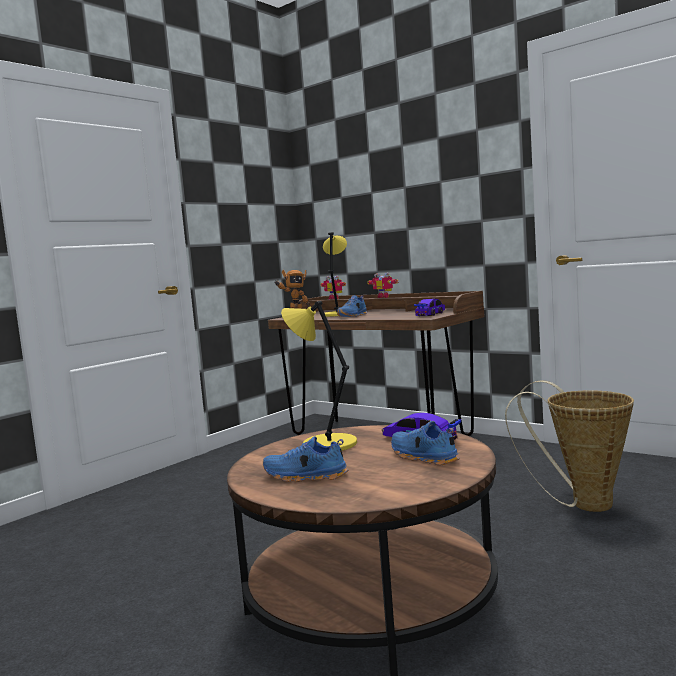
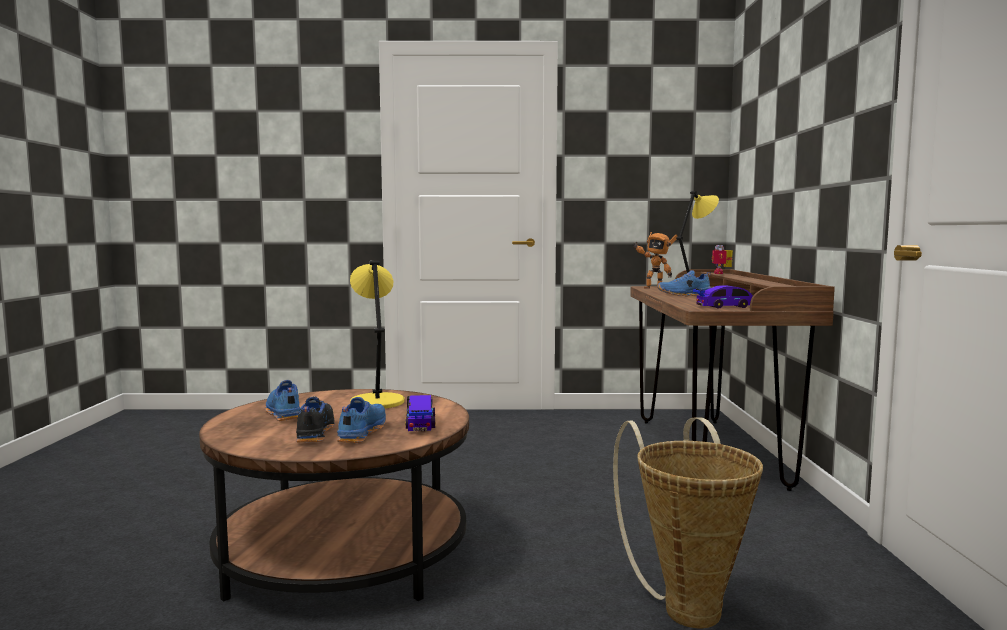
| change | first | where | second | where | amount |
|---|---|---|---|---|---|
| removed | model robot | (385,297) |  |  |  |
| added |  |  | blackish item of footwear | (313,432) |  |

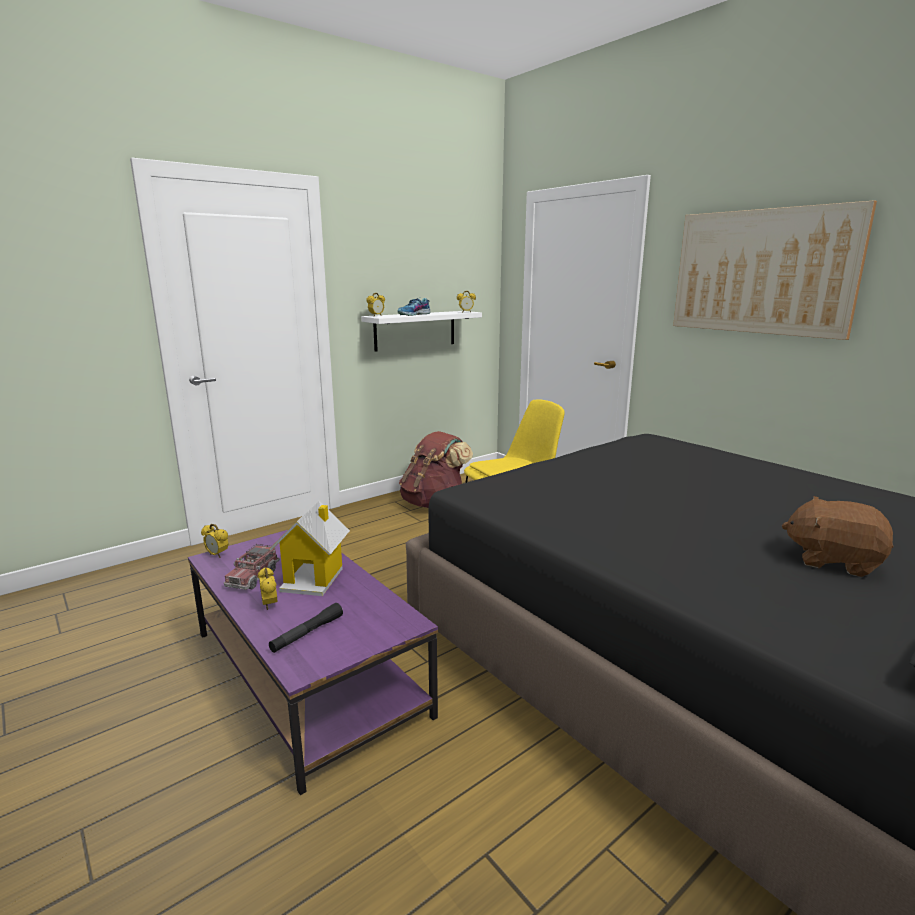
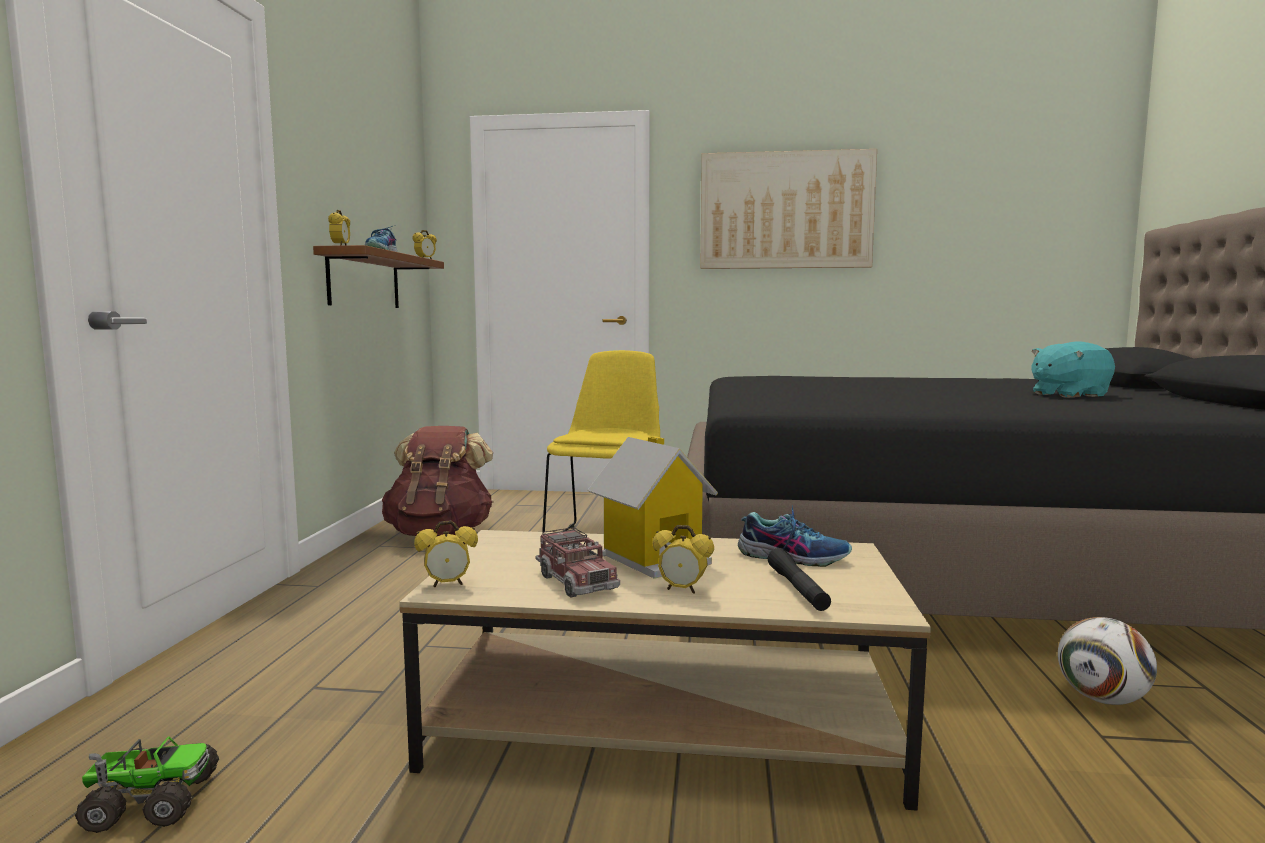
| change | first | where | second | where | amount |
|---|---|---|---|---|---|
| added |  |  | toy lorry | (151,802) |  |
| added |  |  | item of footwear | (793,557) |  |
| added |  |  | ball for football | (1102,699) |  |
| recoloured | purple-coloured coffee table | (308,672) | beige coffee table | (663,721) |  |
| recoloured | whitish wall shelf | (415,330) | brownish wall shelf | (364,281) |  |
| recoloured | brownish plush toy | (833,560) | turquoise-coloured plush toy | (1068,395) |  |

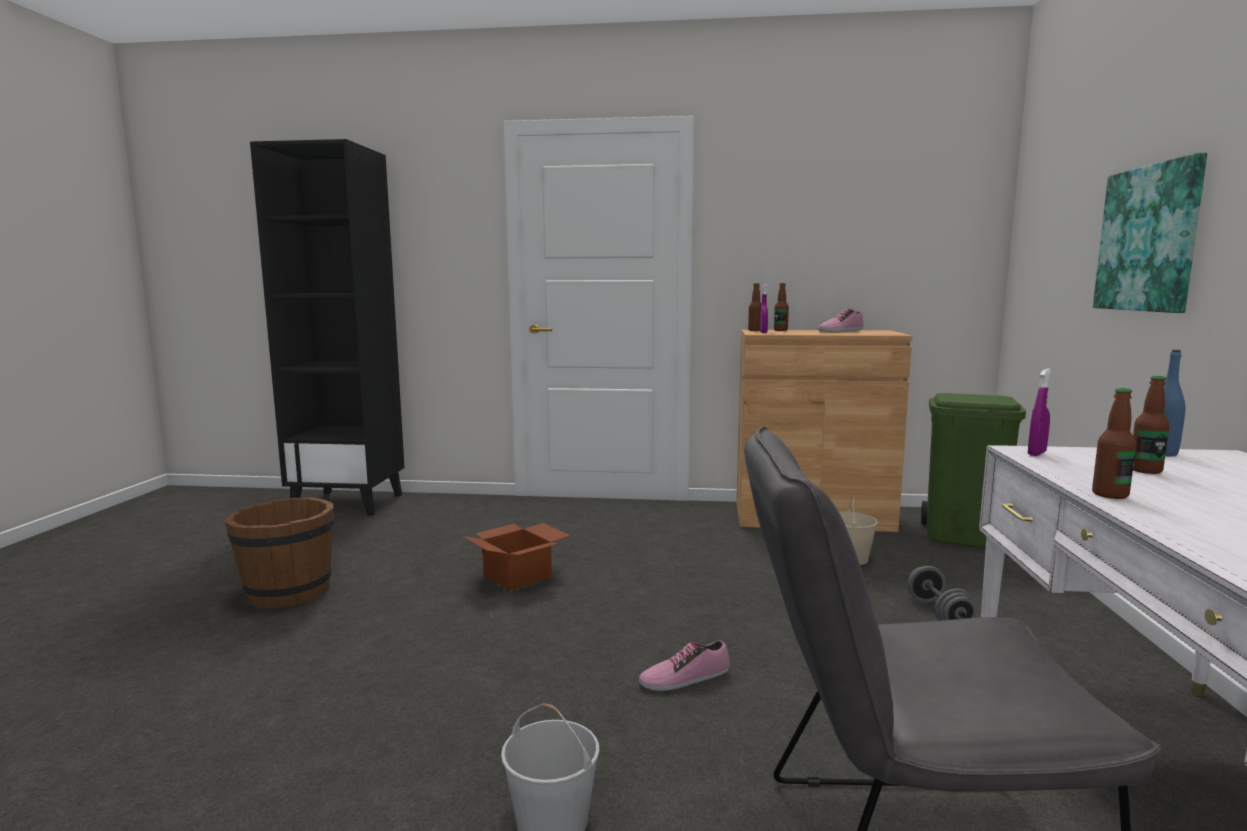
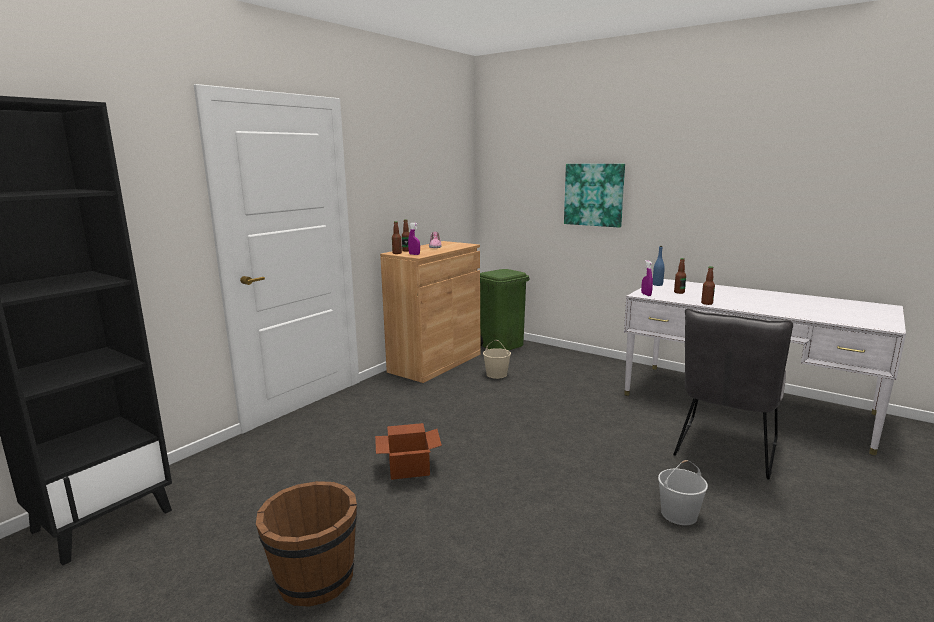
| change | first | where | second | where | amount |
|---|---|---|---|---|---|
| removed | item of footwear | (684,677) |  |  |  |
| removed | greyish dumbbell | (938,614) |  |  |  |

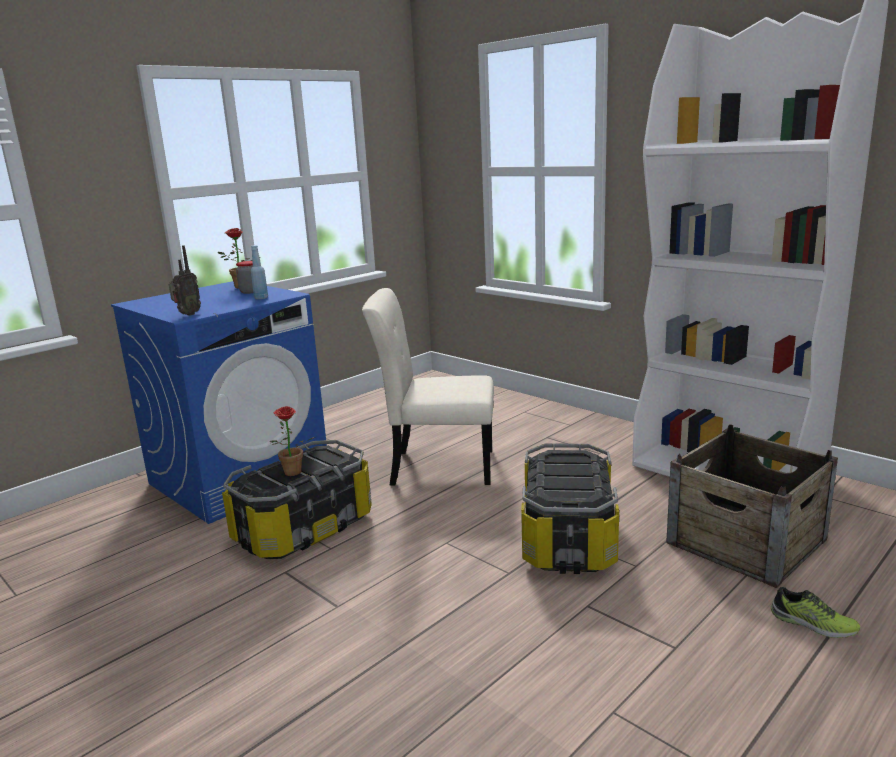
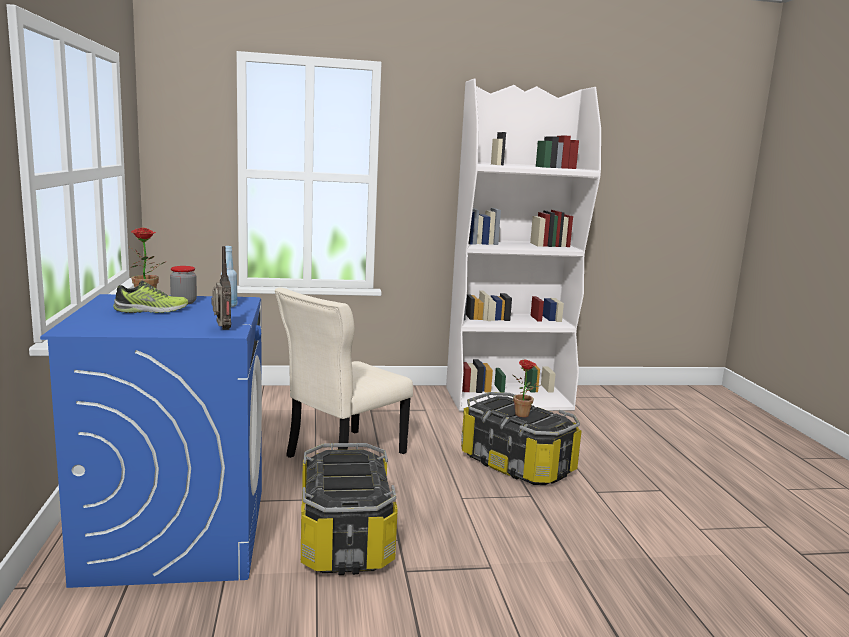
| change | first | where | second | where | amount |
|---|---|---|---|---|---|
| removed | packing crate | (746,541) |  |  |  |
| moved | potted plant | (292,474) |  | (524,415) |  |
| moved | item of footwear | (813,624) |  | (151,310) |  |

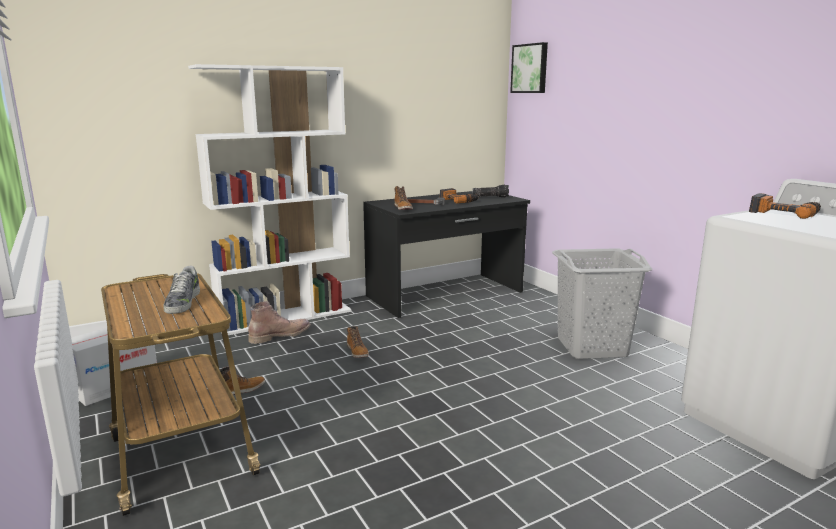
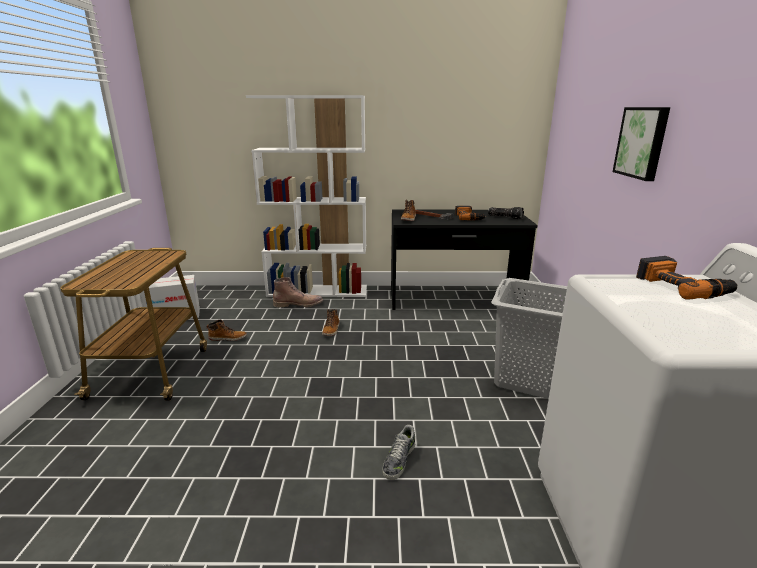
| change | first | where | second | where | amount |
|---|---|---|---|---|---|
| moved | item of footwear | (182,302) |  | (399,459) |  |
| moved | wall art | (530,68) |  | (642,142) |  |

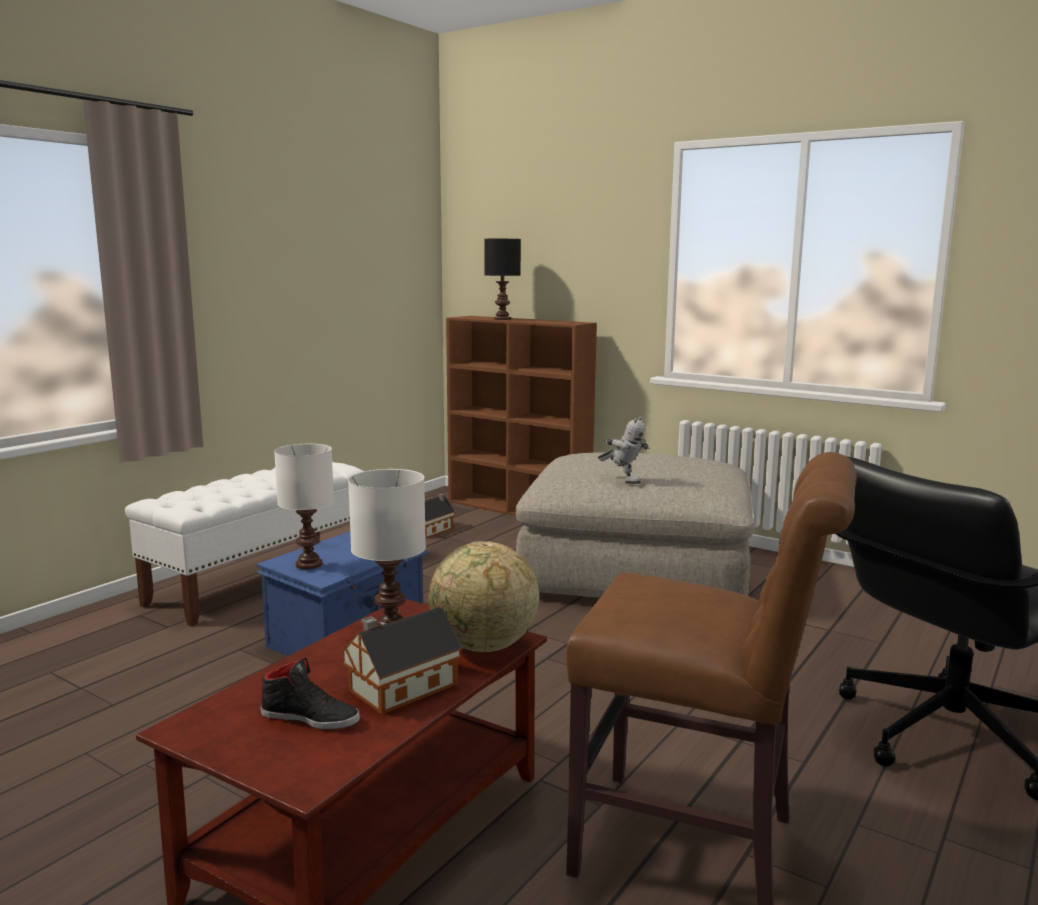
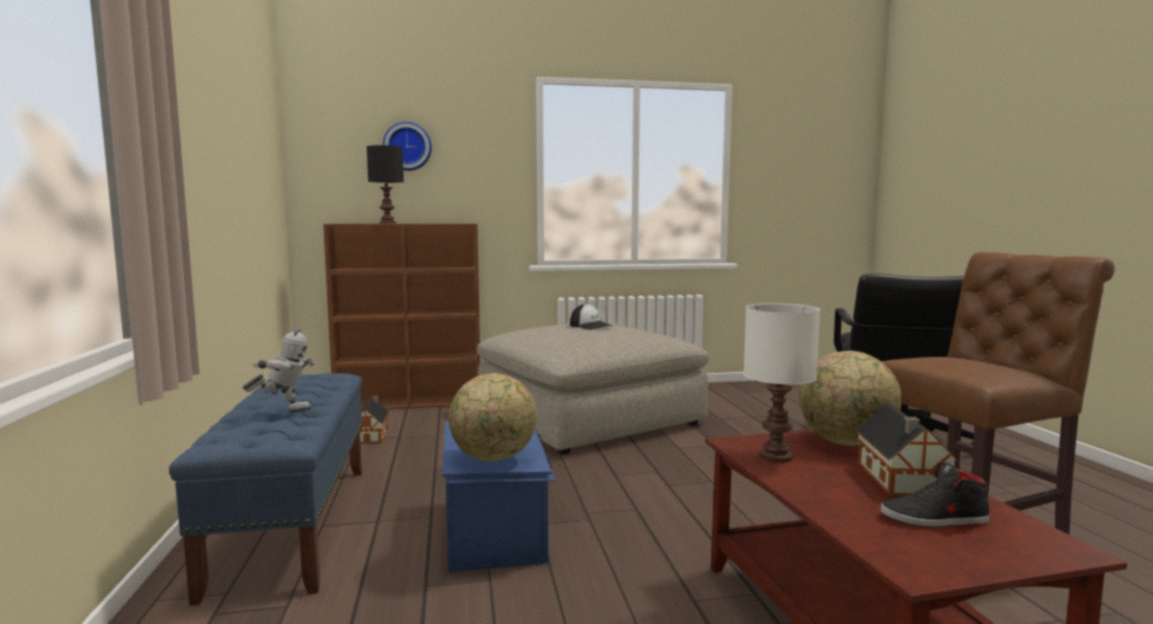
| change | first | where | second | where | amount |
|---|---|---|---|---|---|
| added |  |  | clock on the wall | (407,146) |  |
| added |  |  | cap | (591,326) |  |
| moved | model robot | (623,481) |  | (284,411) |  |
| replaced | whitish tabletop lamp | (309,565) | desk globe | (494,459) |  |
| recoloured | whitish indoor bench | (261,580) | blue indoor bench | (293,525) |  |
| turned | blackish item of footwear | (310,717) |  | (934,519) | 150 degrees counterclockwise |

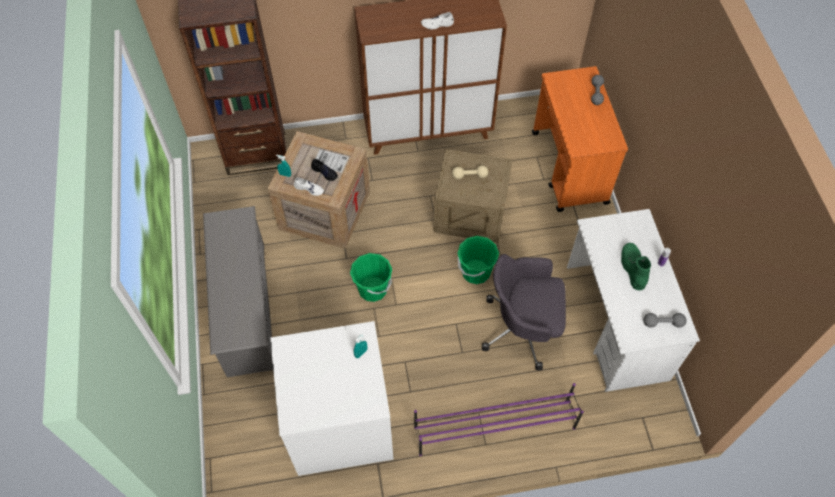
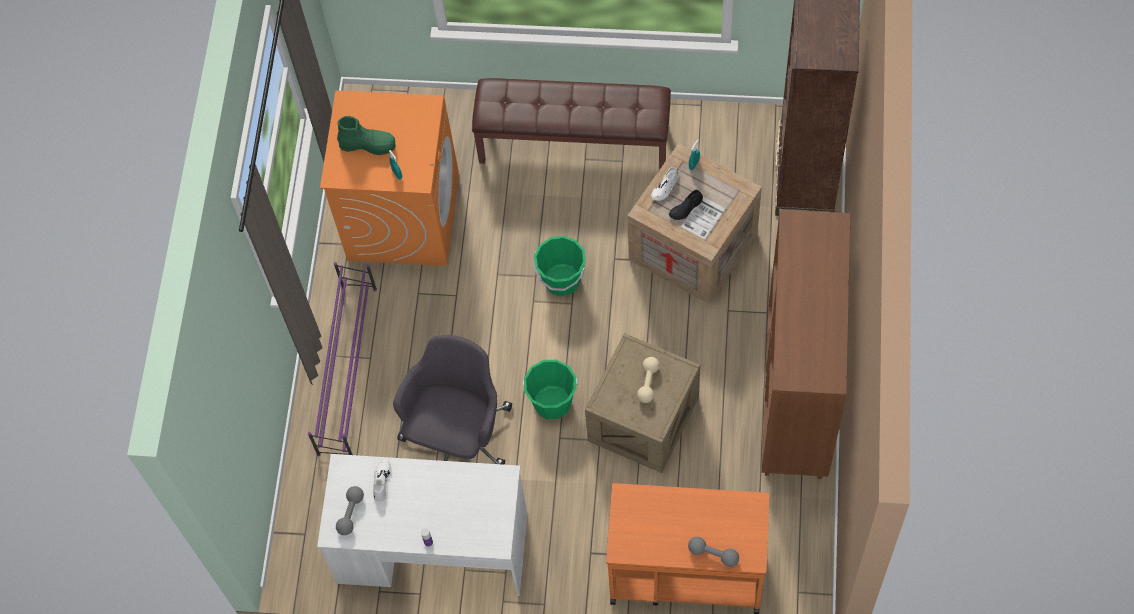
| change | first | where | second | where | amount |
|---|---|---|---|---|---|
| moved | whitish item of footwear | (437,24) |  | (381,481) |  |
| moved | greenish high-top boot | (632,269) |  | (368,145) |  |
| replaced | greyish shoe rack | (246,309) | brownish indoor bench | (574,143) |  |
| recoloured | whitish laundry machine | (339,425) | orangey laundry machine | (403,215) |  |

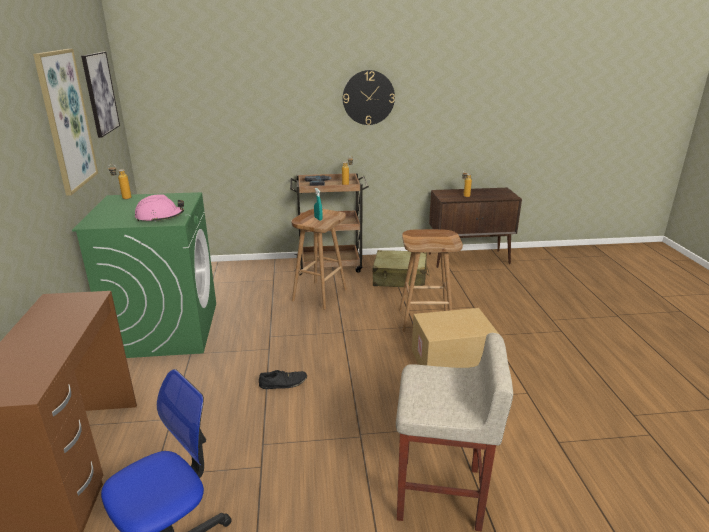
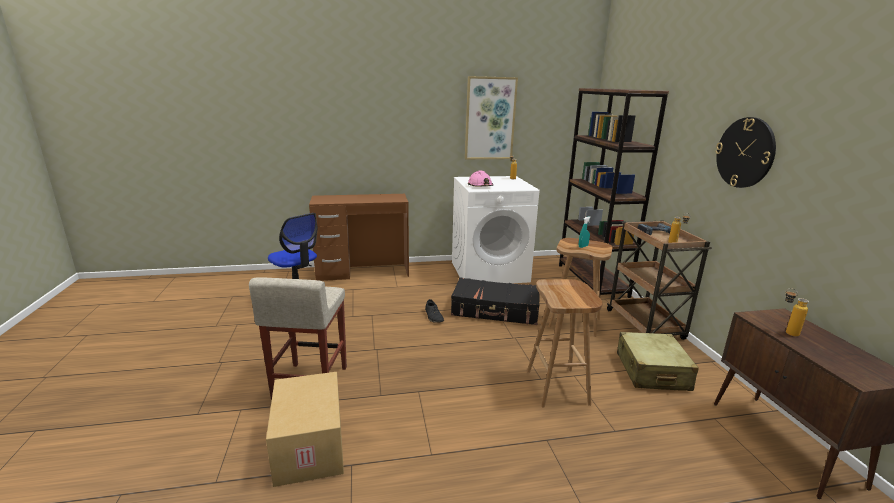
| change | first | where | second | where | amount |
|---|---|---|---|---|---|
| removed | wall art | (100,93) |  |  |  |
| added |  |  | blackish suitcase | (495,310) |  |
| added |  |  | brownish shelving unit | (592,280) |  |
| moved | cardboard box | (451,361) |  | (308,446) |  |
| recoloured | greenish laundry machine | (166,329) | whitish laundry machine | (489,271) |  |

